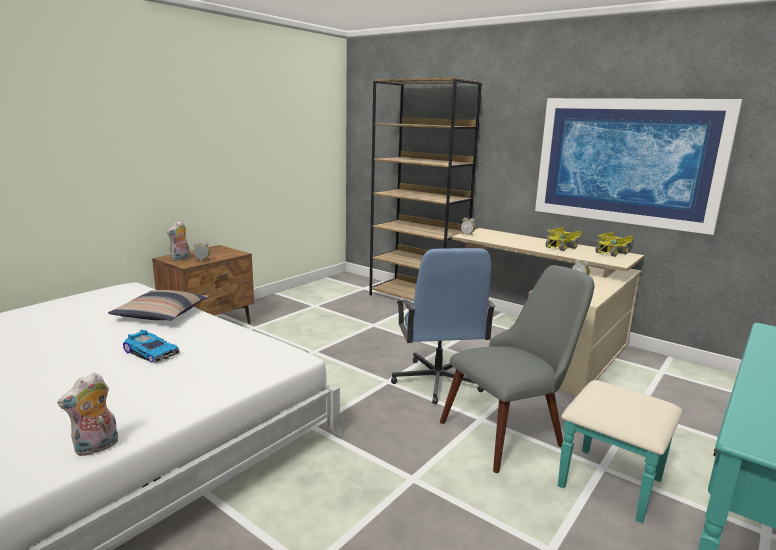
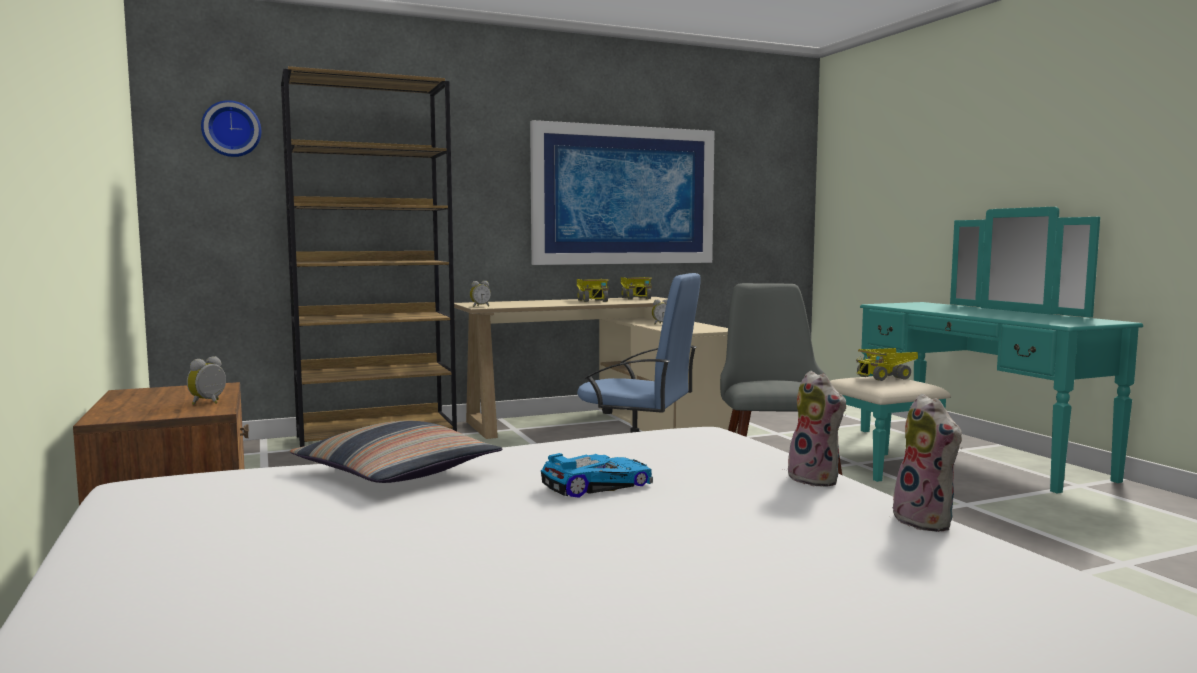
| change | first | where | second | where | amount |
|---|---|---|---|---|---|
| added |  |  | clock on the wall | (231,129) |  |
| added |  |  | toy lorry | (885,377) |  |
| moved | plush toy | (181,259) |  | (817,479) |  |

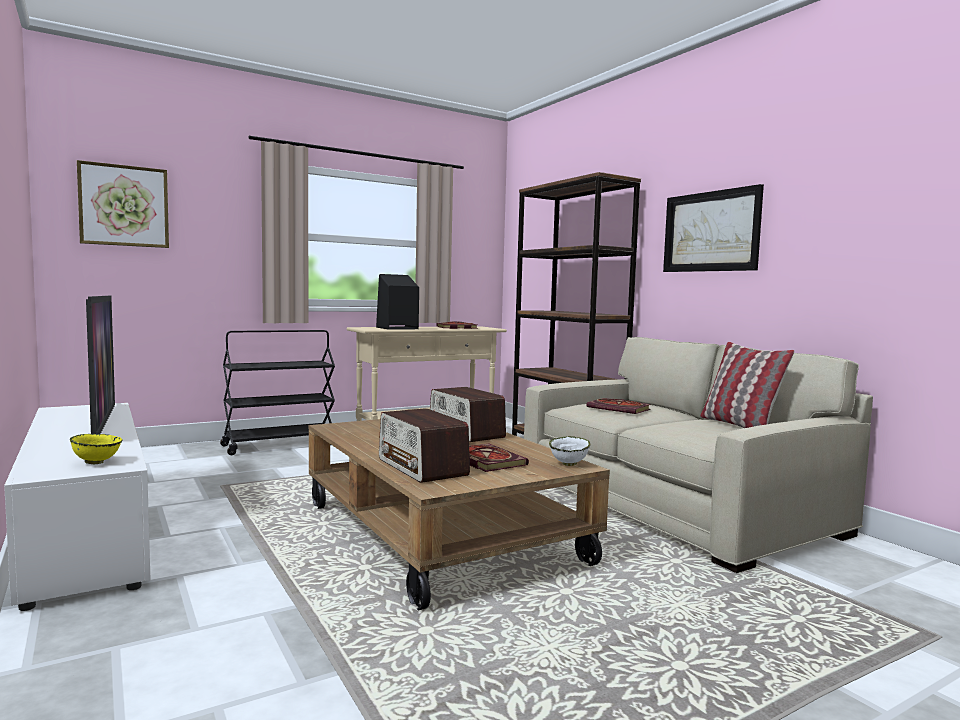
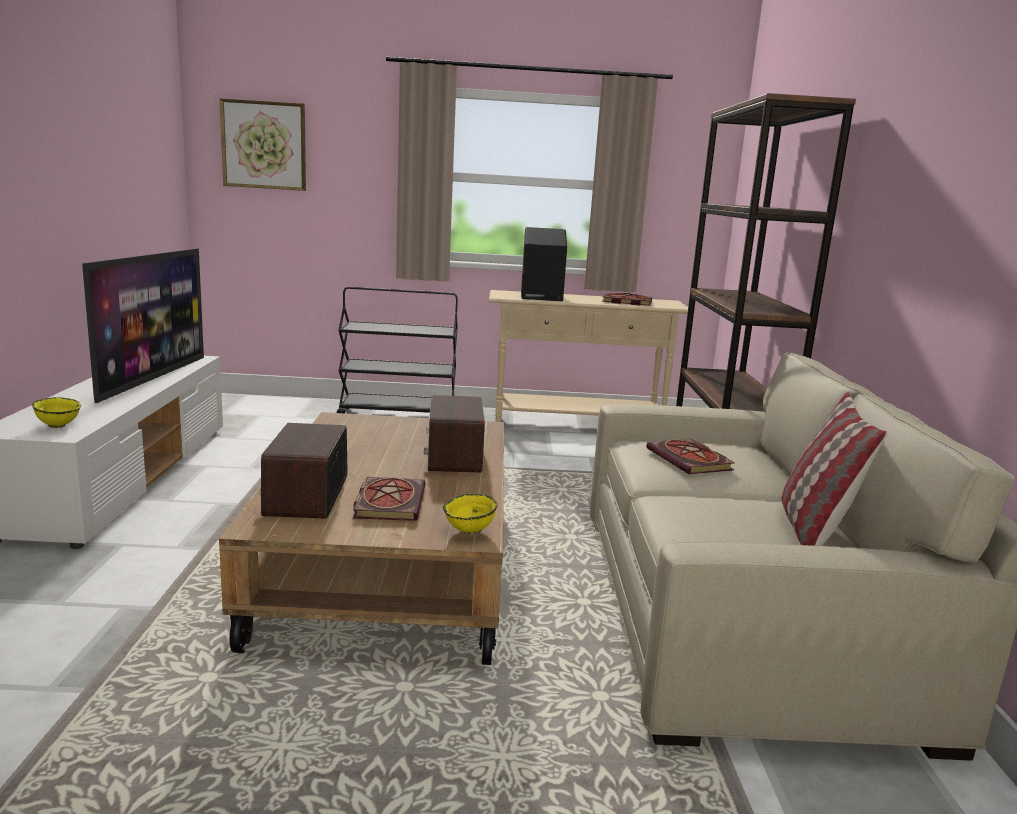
| change | first | where | second | where | amount |
|---|---|---|---|---|---|
| removed | wall art | (711,231) |  |  |  |
| recoloured | whitish deep dish | (569,464) | yellow-coloured deep dish | (470,532) |  |

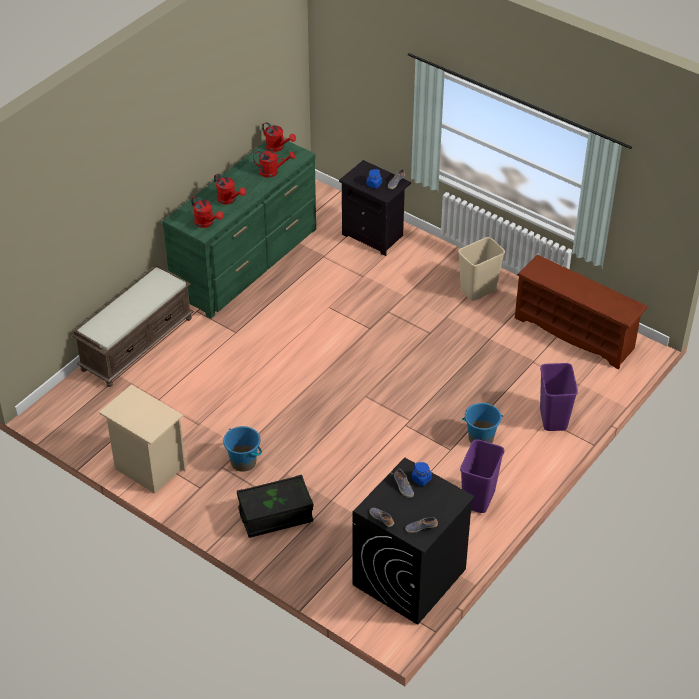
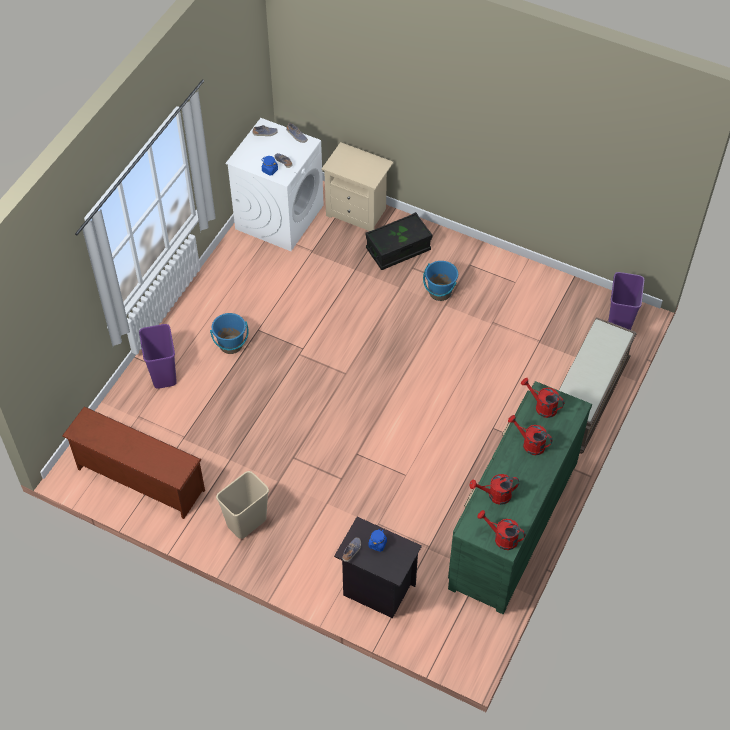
| change | first | where | second | where | amount |
|---|---|---|---|---|---|
| moved | beige night table | (148,468) |  | (358,213) |  |
| moved | purple-coloured waste bin | (478,498) |  | (619,323) |  |
| recoloured | blackish laundry machine | (409,577) | whitish laundry machine | (279,216) |  |

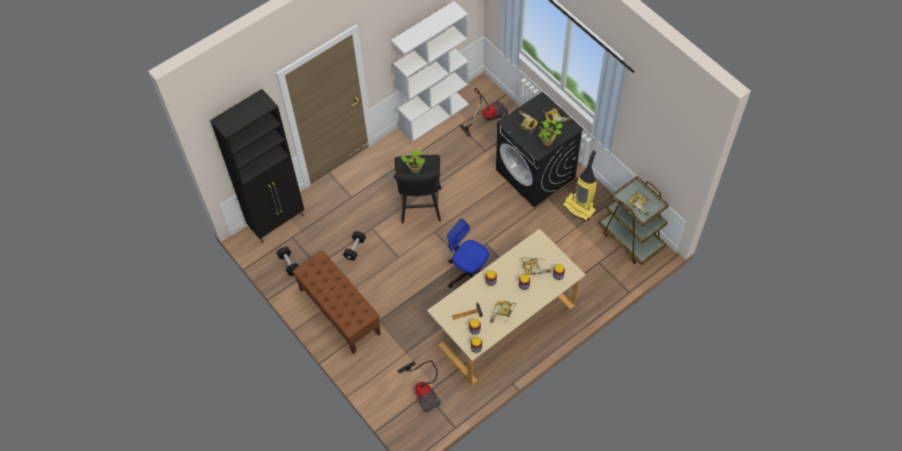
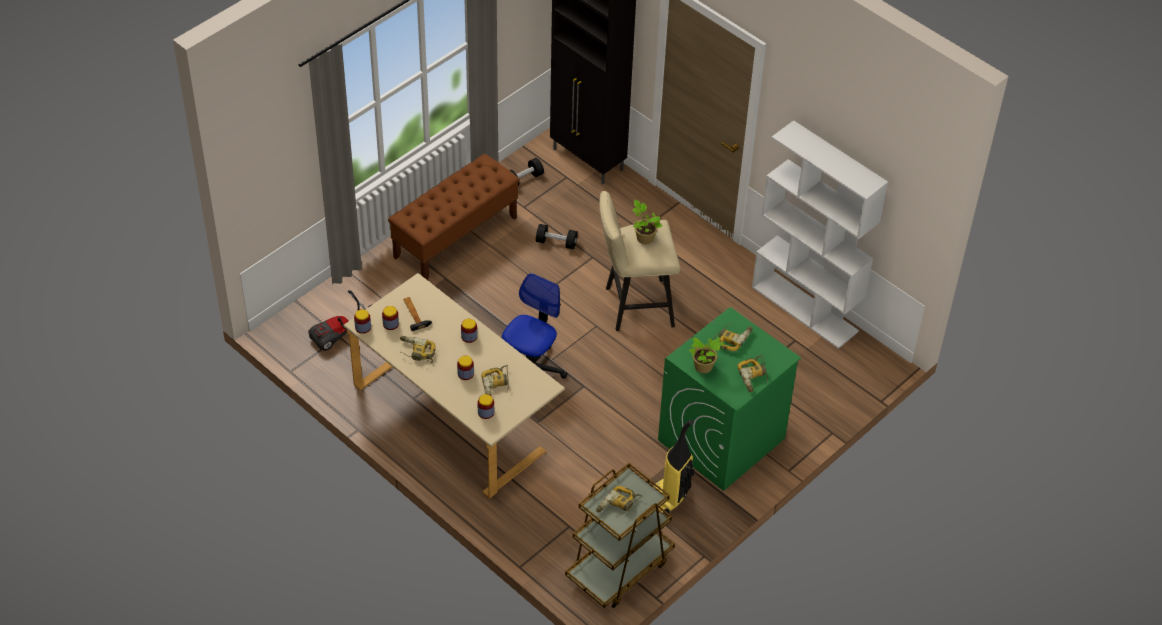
| change | first | where | second | where | amount |
|---|---|---|---|---|---|
| removed | vacuum | (486,117) |  |  |  |
| recoloured | blackish sitting stool | (420,208) | beige sitting stool | (634,306) |  |
| recoloured | blackish laundry machine | (536,174) | greenish laundry machine | (721,440) |  |

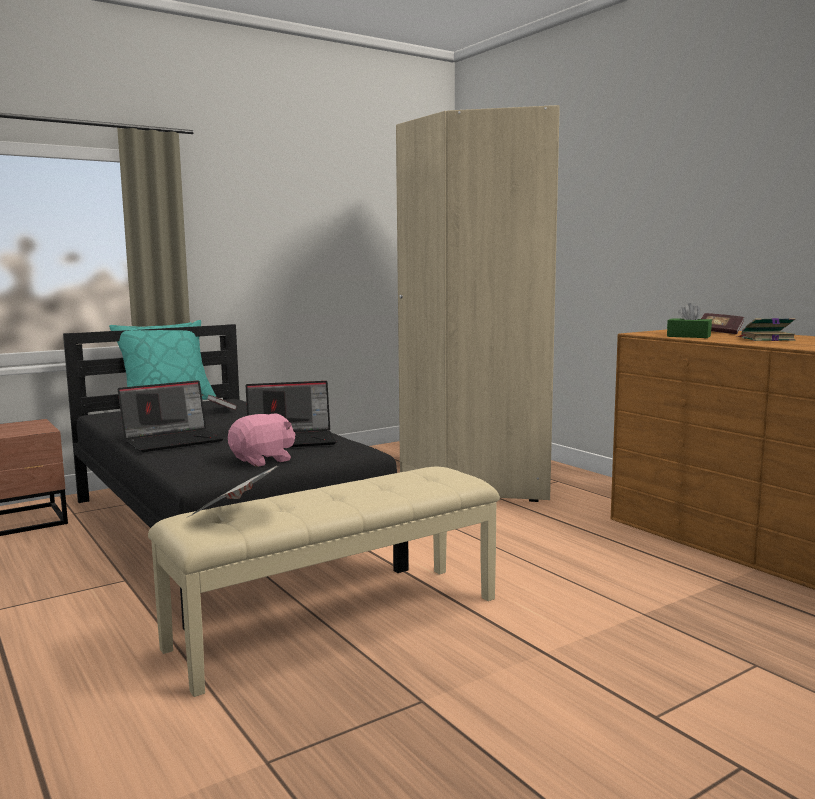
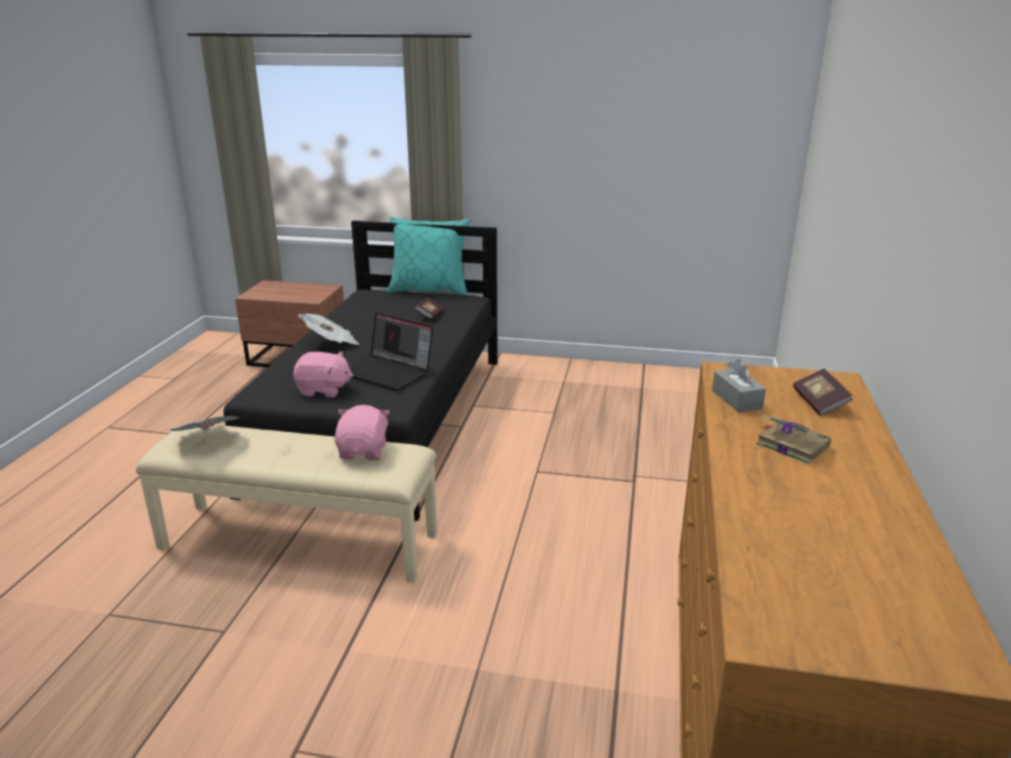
| change | first | where | second | where | amount |
|---|---|---|---|---|---|
| removed | beige armoire | (479,475) |  |  |  |
| added |  |  | pink-coloured plush toy | (363,451) |  |
| replaced | portable computer | (173,440) | daily paper | (331,343) |  |
| recoloured | greenish tissue holder | (688,336) | greyish tissue holder | (736,399) |  |

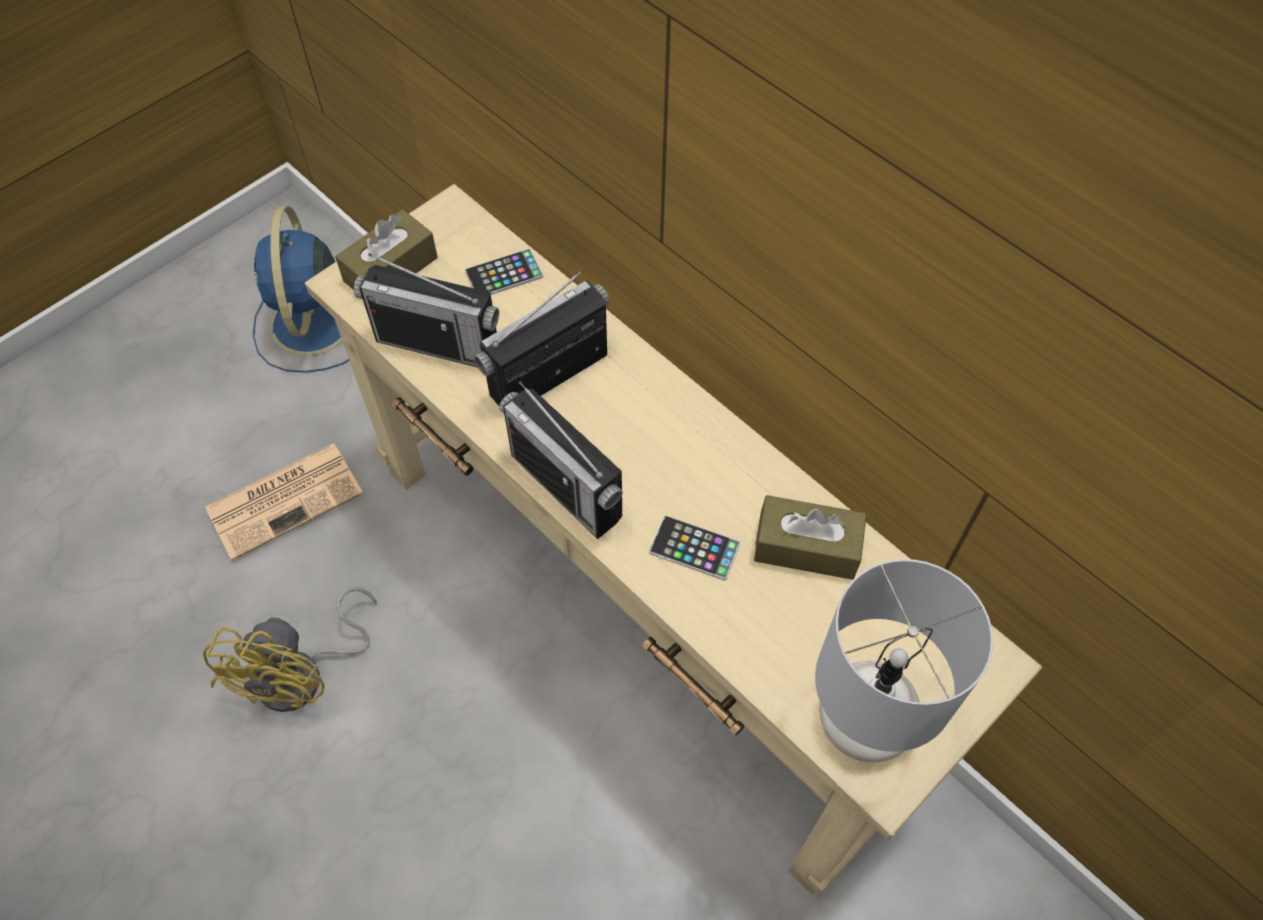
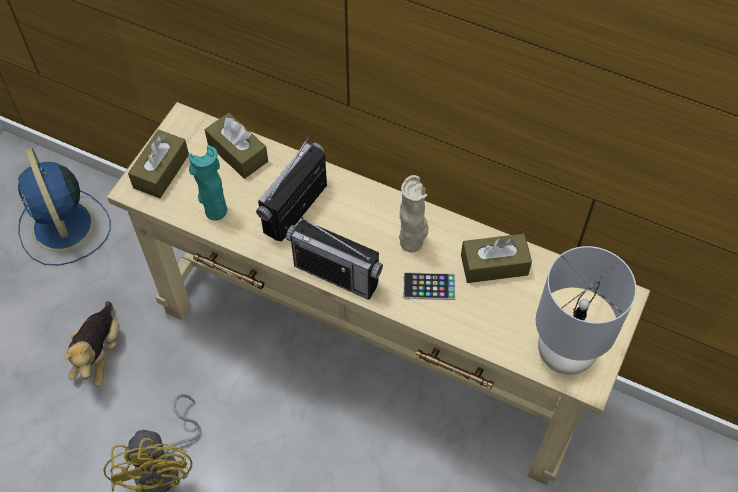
| change | first | where | second | where | amount |
|---|---|---|---|---|---|
| added |  |  | beige decorative vase | (412,243) |  |
| replaced | daily paper | (286,499) | plush toy | (99,353) |  |
| replaced | radio set | (438,344) | turquoise-coloured decorative vase | (215,210) |  |
| replaced | phone | (504,274) | brownish tissue holder | (238,153) |  |

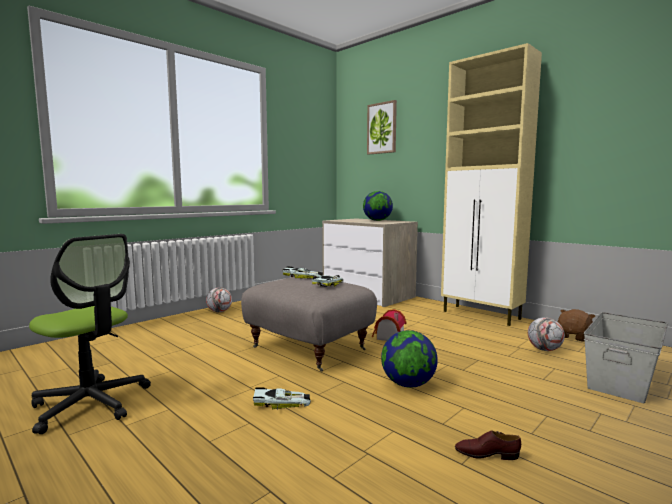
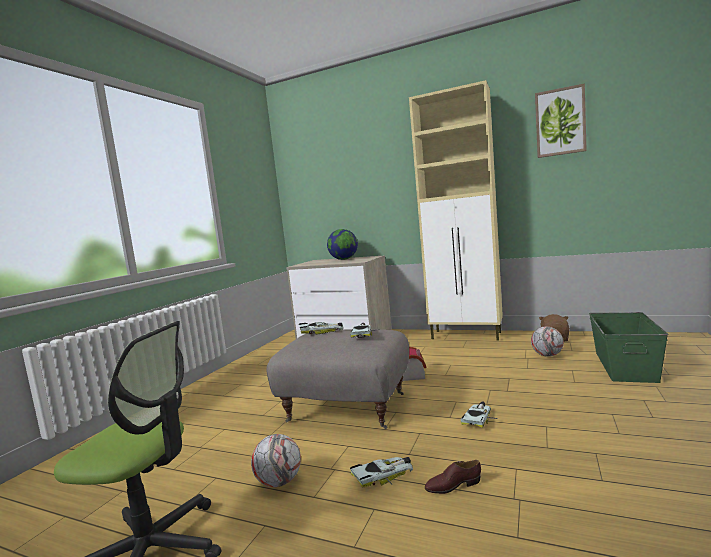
| change | first | where | second | where | amount |
|---|---|---|---|---|---|
| moved | ball for football | (219,311) |  | (279,482) |  |
| moved | wall art | (382,128) |  | (560,122) |  |
| moved | brownish item of footwear | (486,454) |  | (453,485) |  |
| replaced | desk globe | (408,384) | miniature car | (478,418) |  |
| recoloured | greyish storage box | (623,378) | greenish storage box | (625,366) |  |

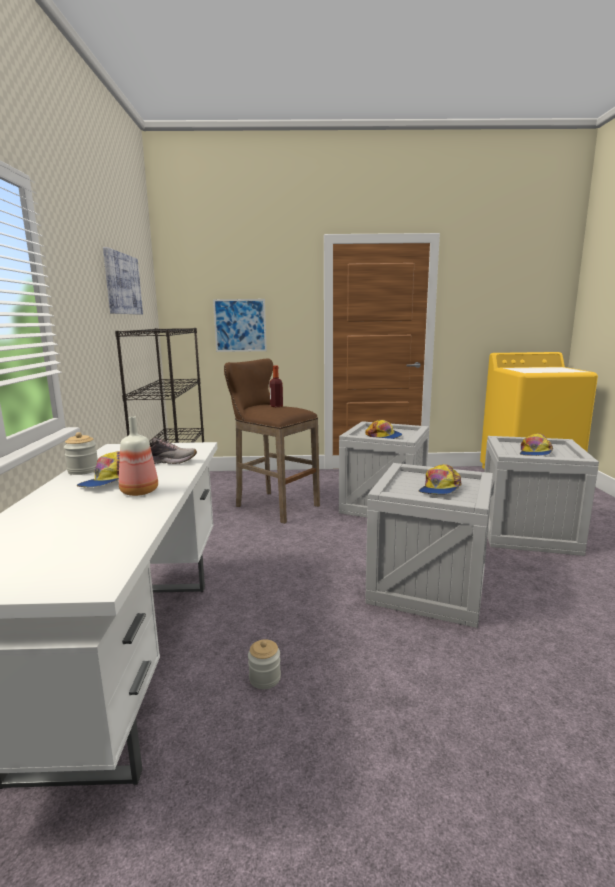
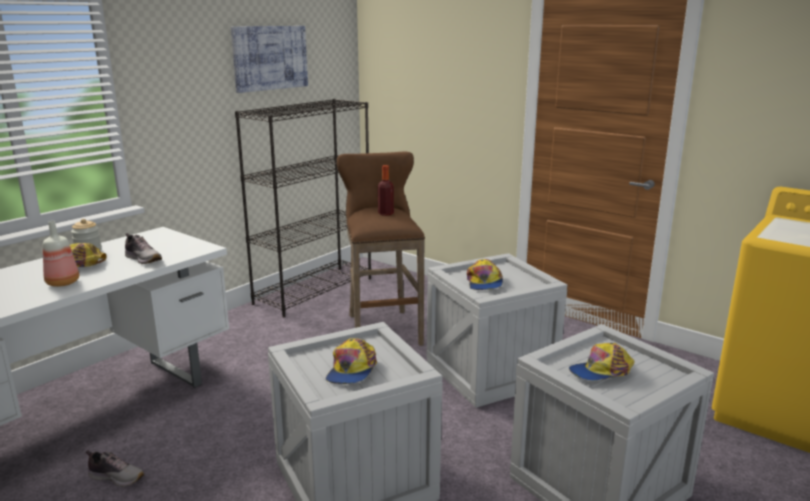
| change | first | where | second | where | amount |
|---|---|---|---|---|---|
| removed | wall art | (240,325) |  |  |  |
| replaced | jar | (265,678) | item of footwear | (117,477) |  |
| turned | cap | (440,489) |  | (351,370) | 60 degrees counterclockwise |

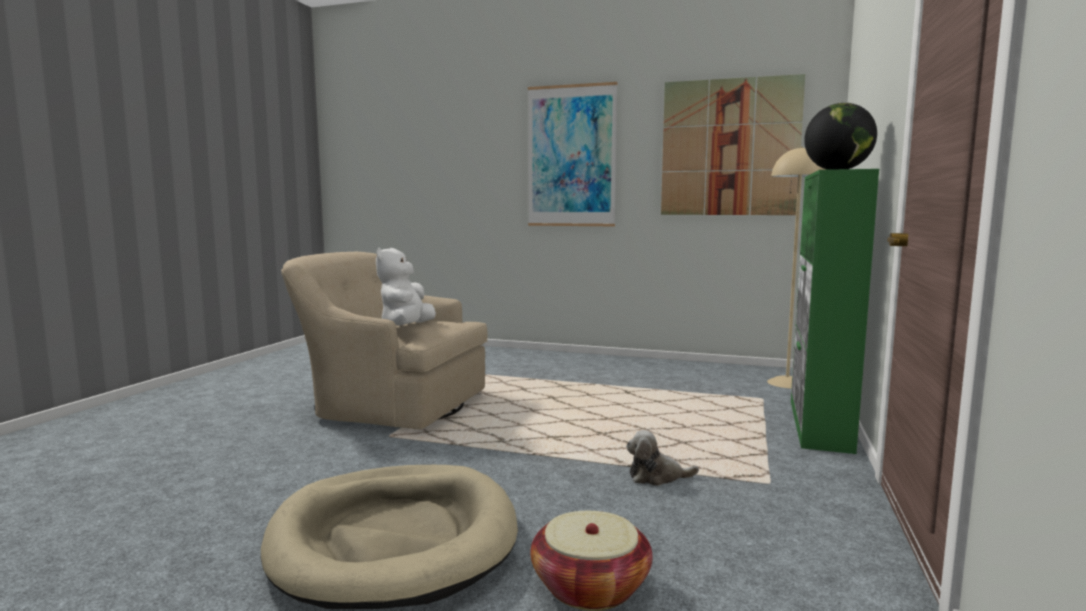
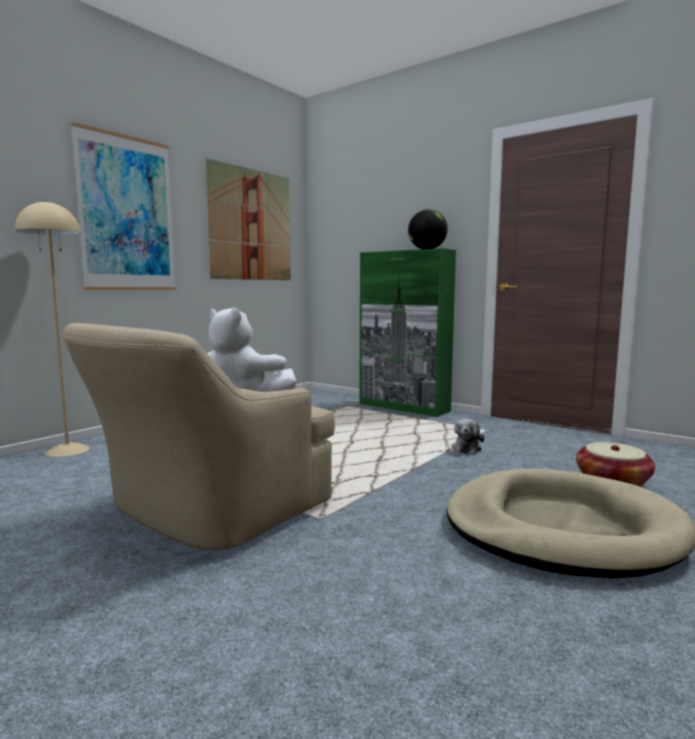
| change | first | where | second | where | amount |
|---|---|---|---|---|---|
| moved | beige floor lamp | (787,383) |  | (68,450) |  |

